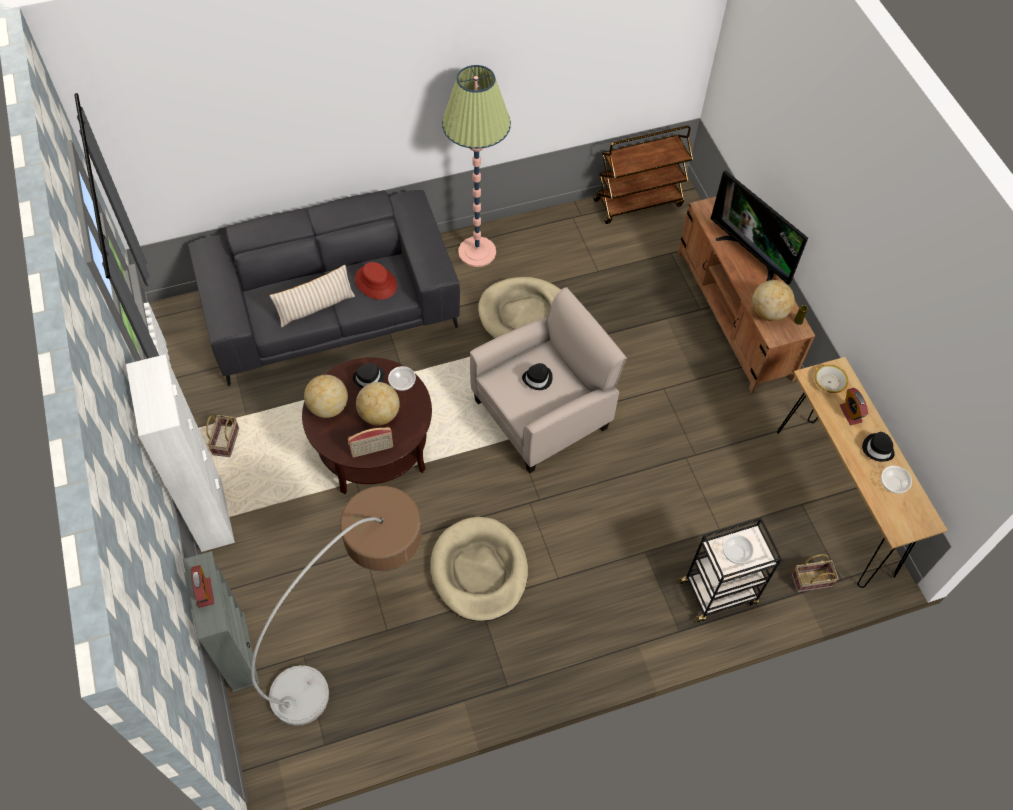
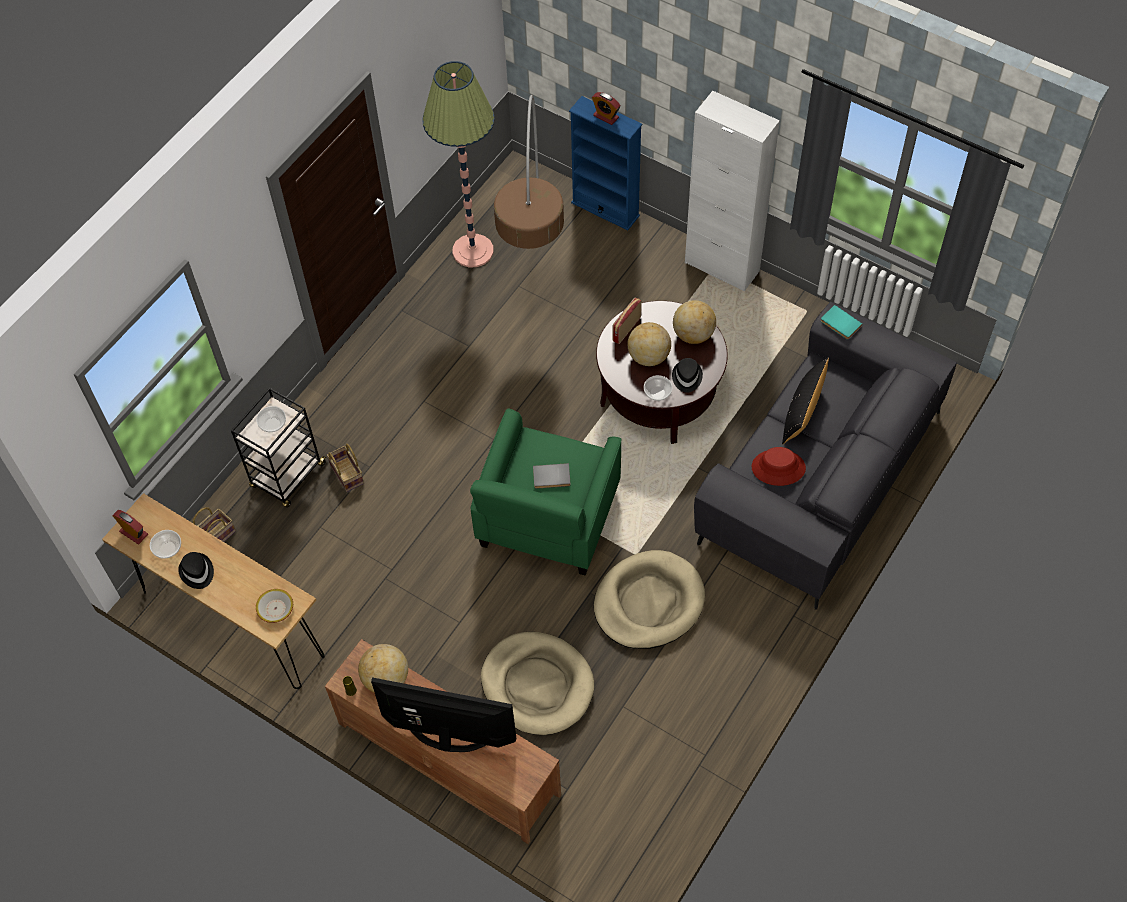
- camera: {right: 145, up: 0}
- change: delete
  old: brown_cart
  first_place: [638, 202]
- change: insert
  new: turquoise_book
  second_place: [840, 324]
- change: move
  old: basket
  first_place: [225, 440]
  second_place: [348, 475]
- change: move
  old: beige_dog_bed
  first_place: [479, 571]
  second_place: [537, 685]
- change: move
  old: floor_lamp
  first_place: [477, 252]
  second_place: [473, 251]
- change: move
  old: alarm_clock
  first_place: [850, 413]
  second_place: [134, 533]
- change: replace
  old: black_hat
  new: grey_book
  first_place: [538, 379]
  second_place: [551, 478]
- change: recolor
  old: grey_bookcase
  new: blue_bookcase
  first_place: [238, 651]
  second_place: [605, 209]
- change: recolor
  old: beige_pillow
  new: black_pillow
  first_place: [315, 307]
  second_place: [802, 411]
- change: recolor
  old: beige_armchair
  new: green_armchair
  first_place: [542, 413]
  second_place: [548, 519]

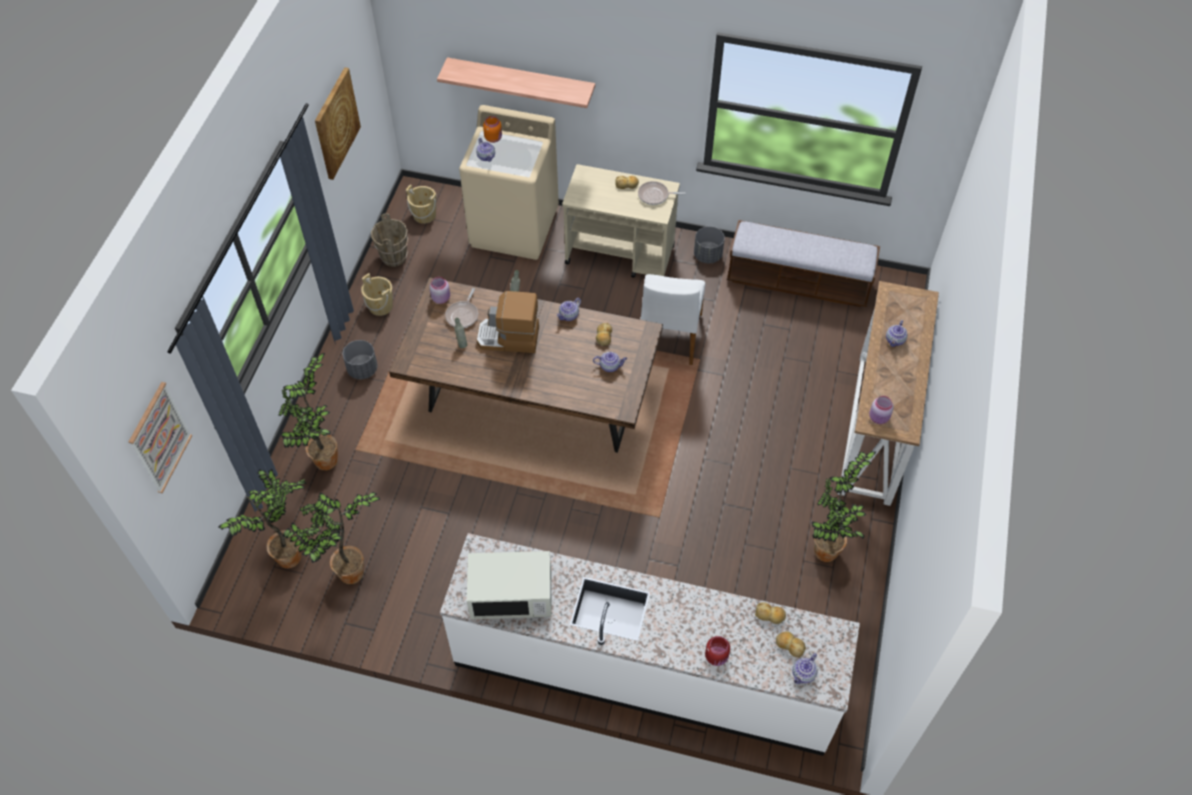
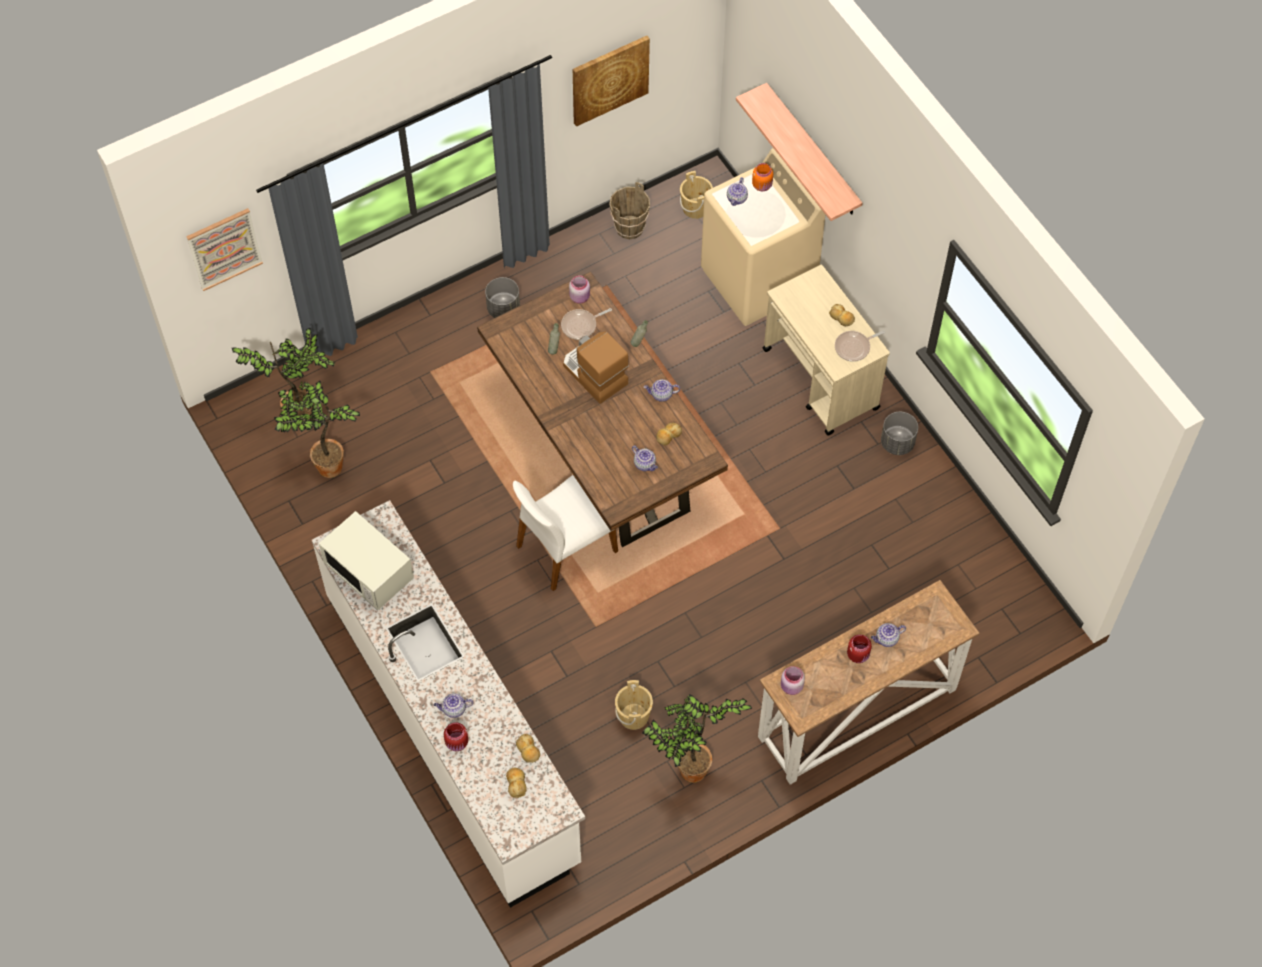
- camera: {right: 45, up: 5}
- change: delete
  old: potted_plant
  first_place: [326, 464]
- change: delete
  old: bench
  first_place: [798, 281]
- change: insert
  new: red_jar
  second_place: [858, 655]
- change: move
  old: beige_bucket
  first_place: [380, 306]
  second_place: [633, 716]
- change: move
  old: white_chair
  first_place: [669, 336]
  second_place: [565, 548]
- change: move
  old: teapot
  first_place: [803, 674]
  second_place: [454, 709]
- change: rotate
  old: frying_pan
  first_place: [655, 195]
  second_place: [854, 347]
  degrees: -75

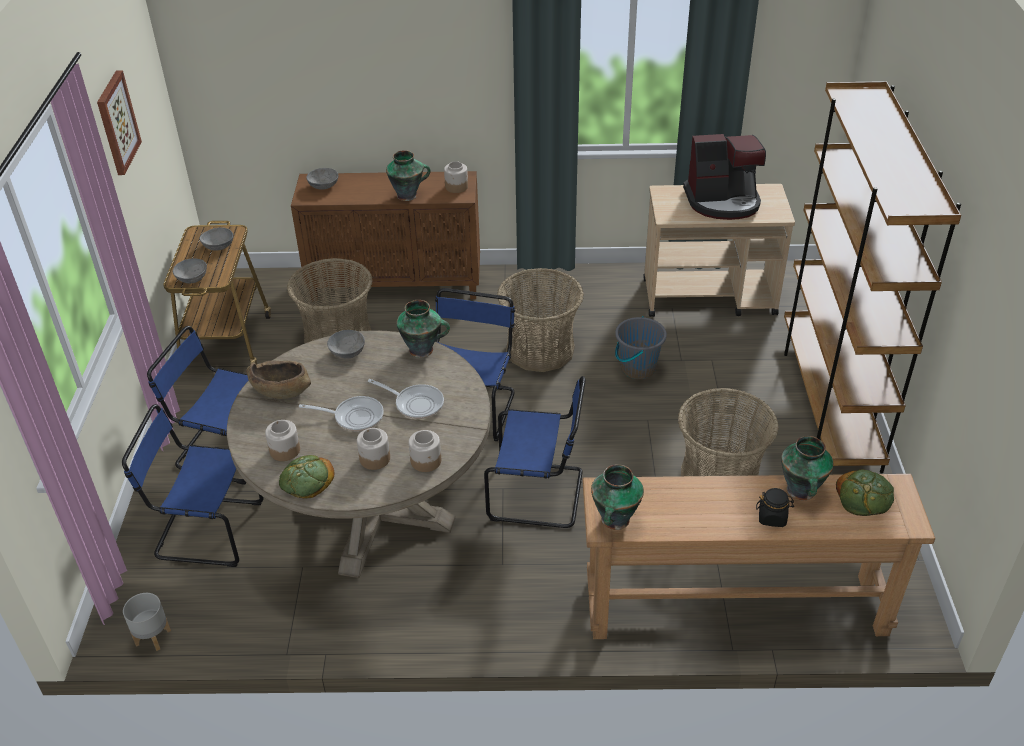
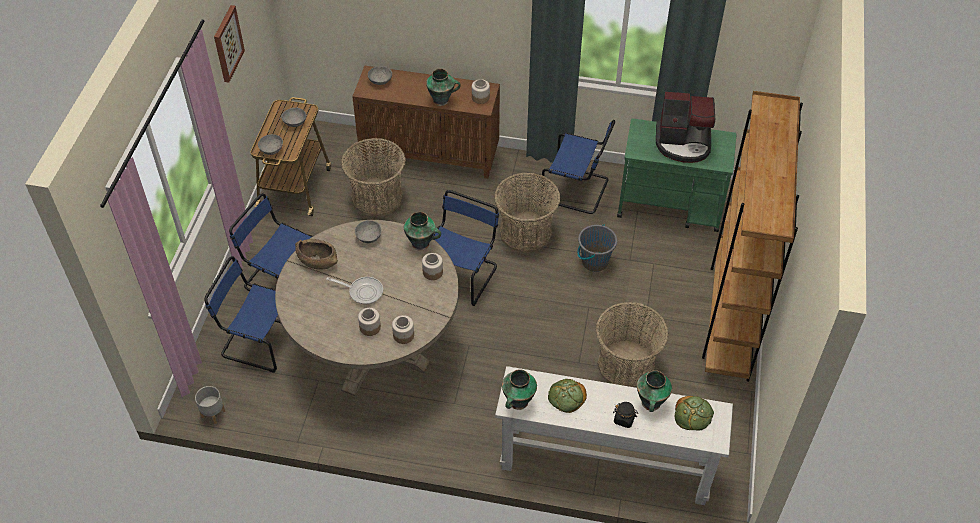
- camera: {right: 10, up: 10}
- change: delete
  old: frying_pan
  first_place: [416, 403]
- change: move
  old: jar
  first_place: [284, 450]
  second_place: [432, 272]
- change: move
  old: bread
  first_place: [306, 480]
  second_place: [566, 397]
- change: move
  old: blue_chair
  first_place: [540, 494]
  second_place: [577, 190]
- change: recolor
  old: brown_console_table
  new: white_console_table
  first_place: [735, 606]
  second_place: [605, 463]
- change: recolor
  old: beige_cart
  new: green_cart
  first_place: [710, 297]
  second_place: [670, 206]

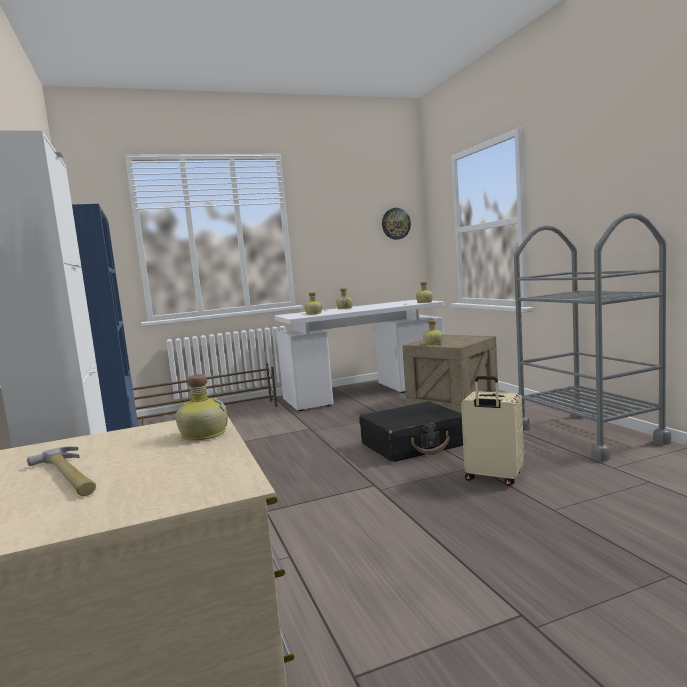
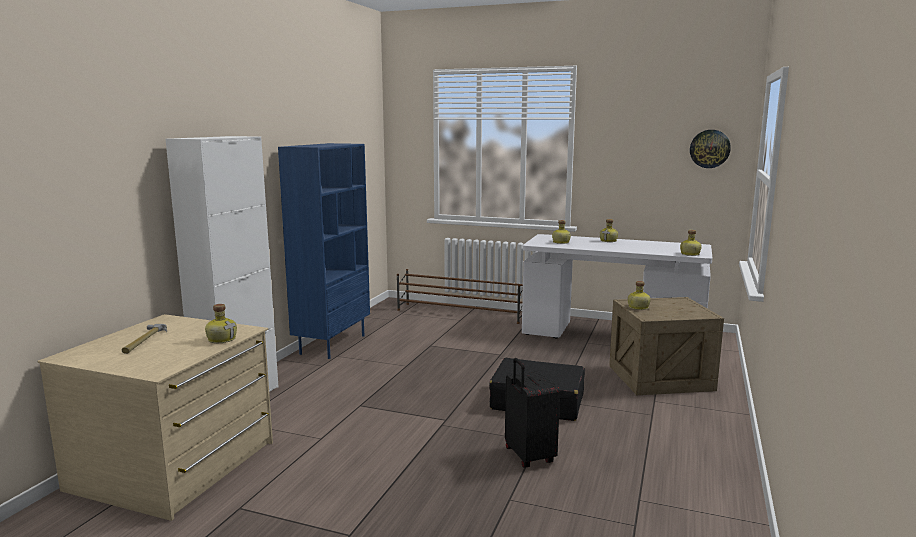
- camera: {right: 40, up: 5}
- change: delete
  old: grey_cart
  first_place: [588, 435]
- change: recolor
  old: beige_suitcase
  new: black_suitcase
  first_place: [493, 478]
  second_place: [528, 456]

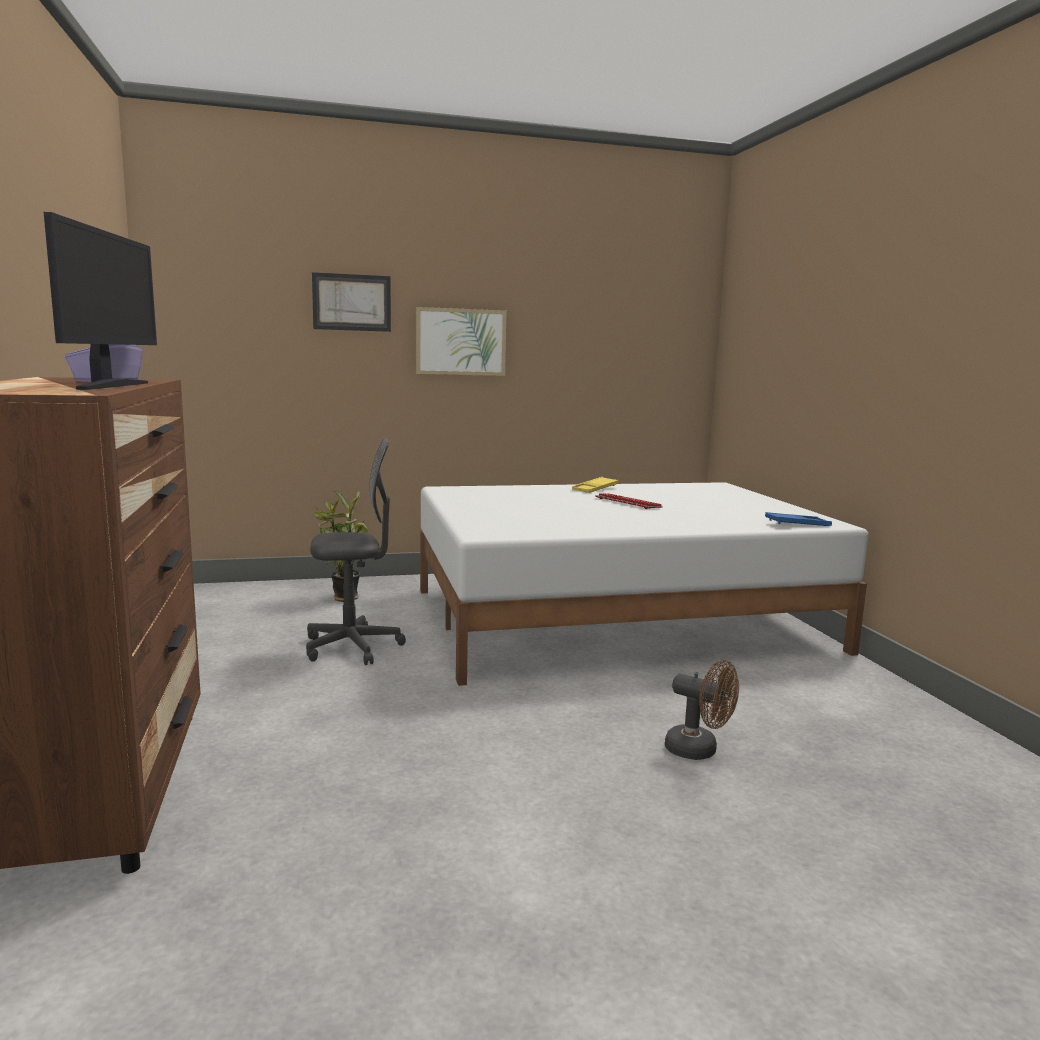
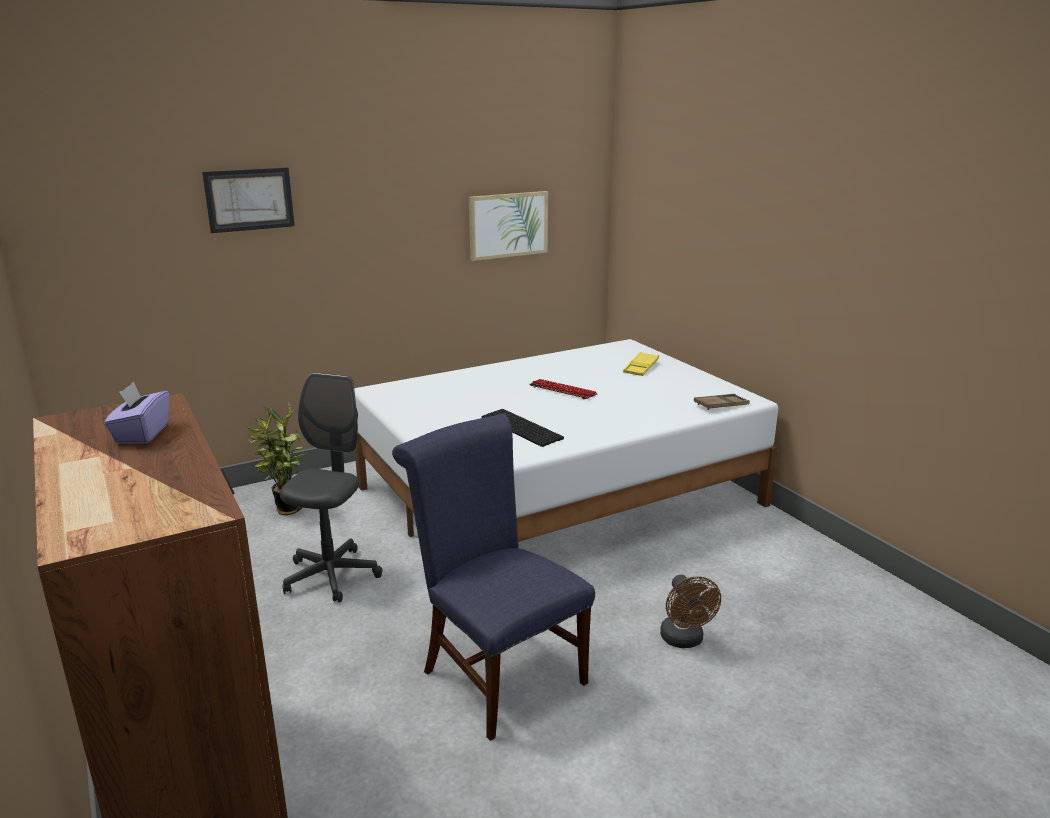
- camera: {right: -15, up: 10}
- change: delete
  old: monitor
  first_place: [110, 386]
- change: insert
  new: blue_chair
  second_place: [497, 672]
- change: insert
  new: keyboard
  second_place: [523, 427]
- change: move
  old: picture
  first_place: [460, 342]
  second_place: [508, 225]
- change: move
  old: yellow_tray
  first_place: [595, 489]
  second_place: [641, 368]
- change: recolor
  old: blue_tray
  new: brown_tray
  first_place: [797, 524]
  second_place: [721, 405]
- change: rotate
  old: grey_office_chair
  first_place: [352, 647]
  second_place: [331, 576]
  degrees: -45
- change: rotate
  old: brown_fan
  first_place: [699, 751]
  second_place: [684, 641]
  degrees: 60

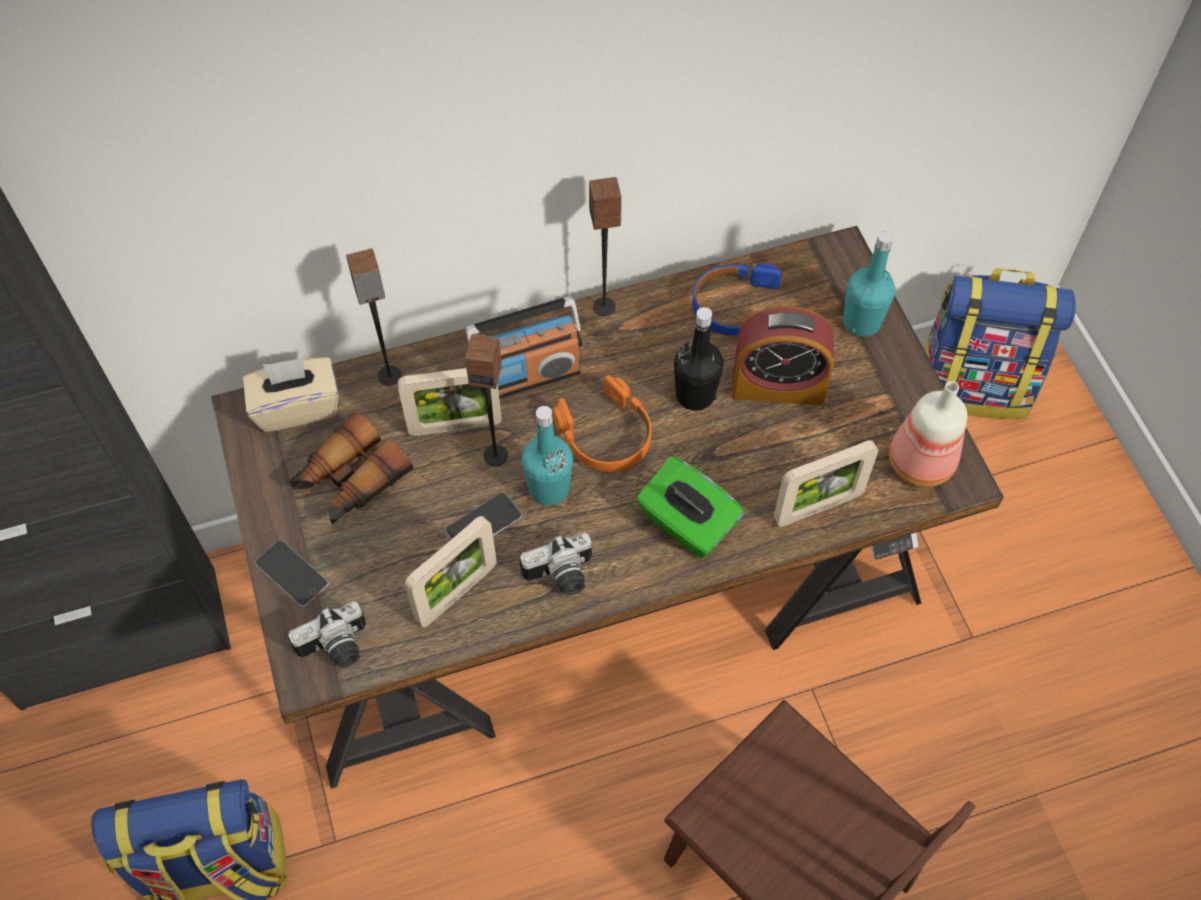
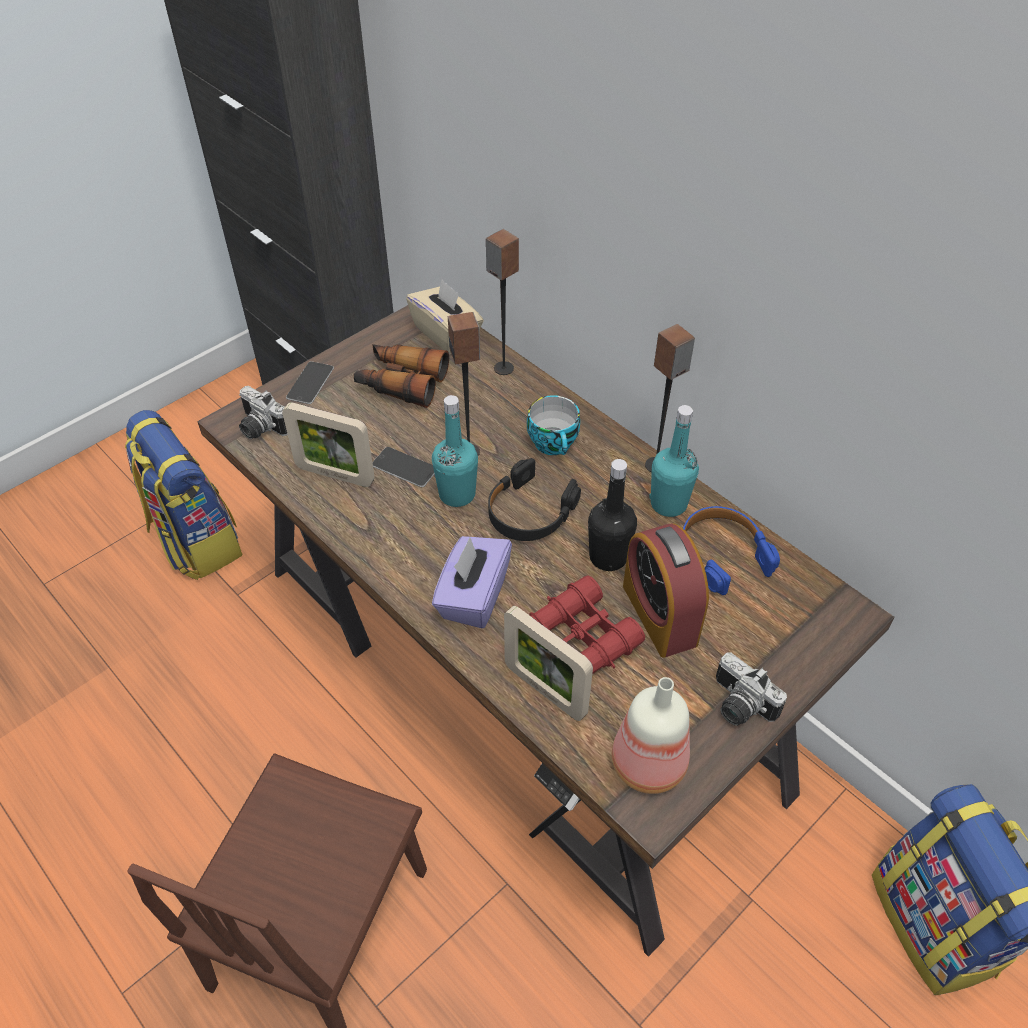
- camera: {right: 65, up: -10}
- change: delete
  old: picture_frame
  first_place: [455, 426]
- change: insert
  new: red_binoculars
  second_place: [581, 639]
- change: move
  old: photo_camera
  first_place: [561, 577]
  second_place: [738, 706]
- change: move
  old: turquoise_bottle
  first_place: [861, 322]
  second_place: [668, 504]
- change: replace
  old: radio
  new: cup
  first_place: [528, 376]
  second_place: [555, 444]
- change: recolor
  old: orange_headphones
  new: black_headphones
  first_place: [606, 435]
  second_place: [529, 512]
- change: recolor
  old: green_tissue_box
  new: purple_tissue_box
  first_place: [687, 524]
  second_place: [473, 596]

